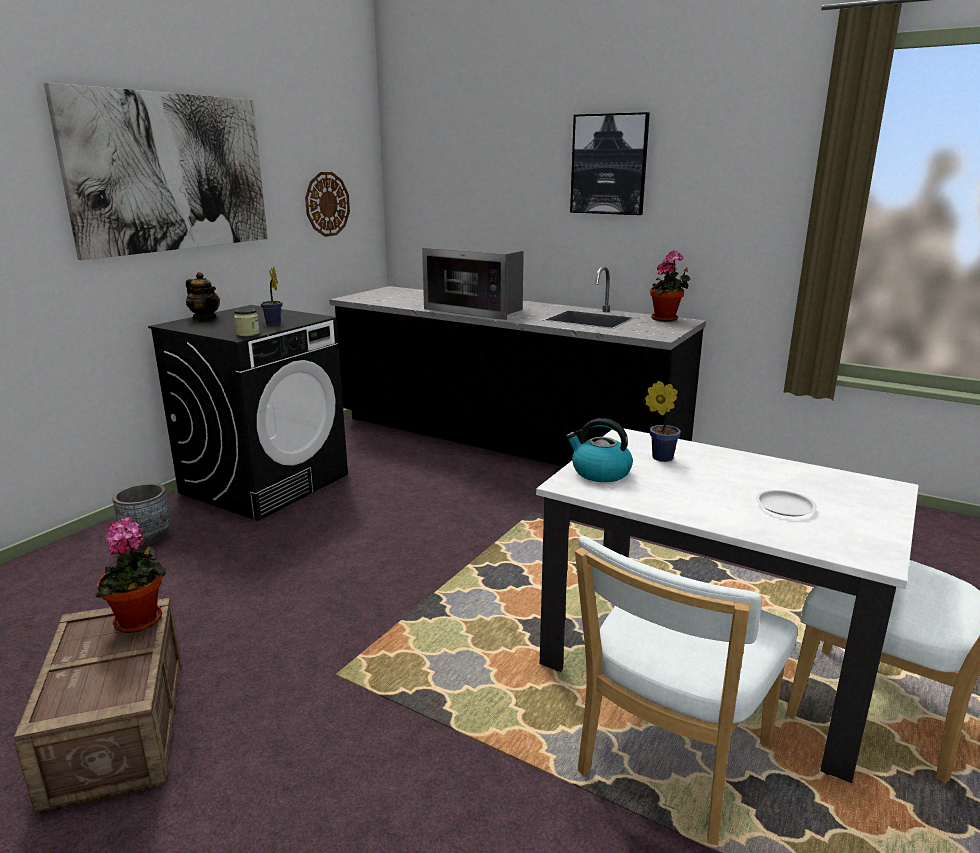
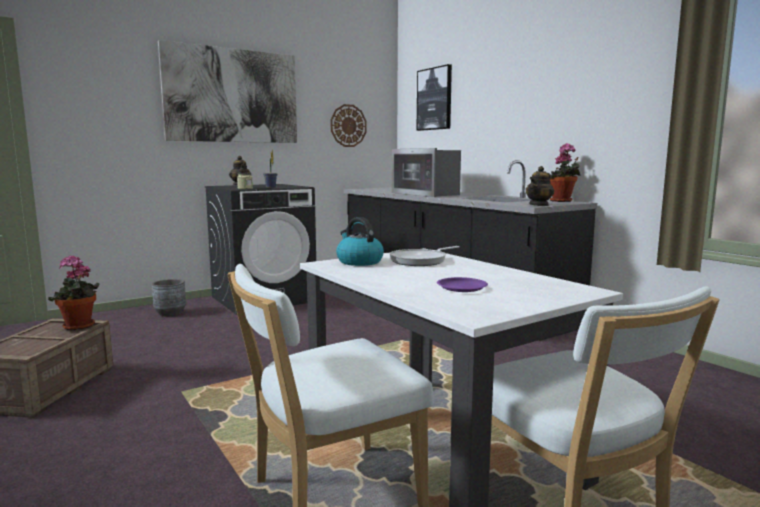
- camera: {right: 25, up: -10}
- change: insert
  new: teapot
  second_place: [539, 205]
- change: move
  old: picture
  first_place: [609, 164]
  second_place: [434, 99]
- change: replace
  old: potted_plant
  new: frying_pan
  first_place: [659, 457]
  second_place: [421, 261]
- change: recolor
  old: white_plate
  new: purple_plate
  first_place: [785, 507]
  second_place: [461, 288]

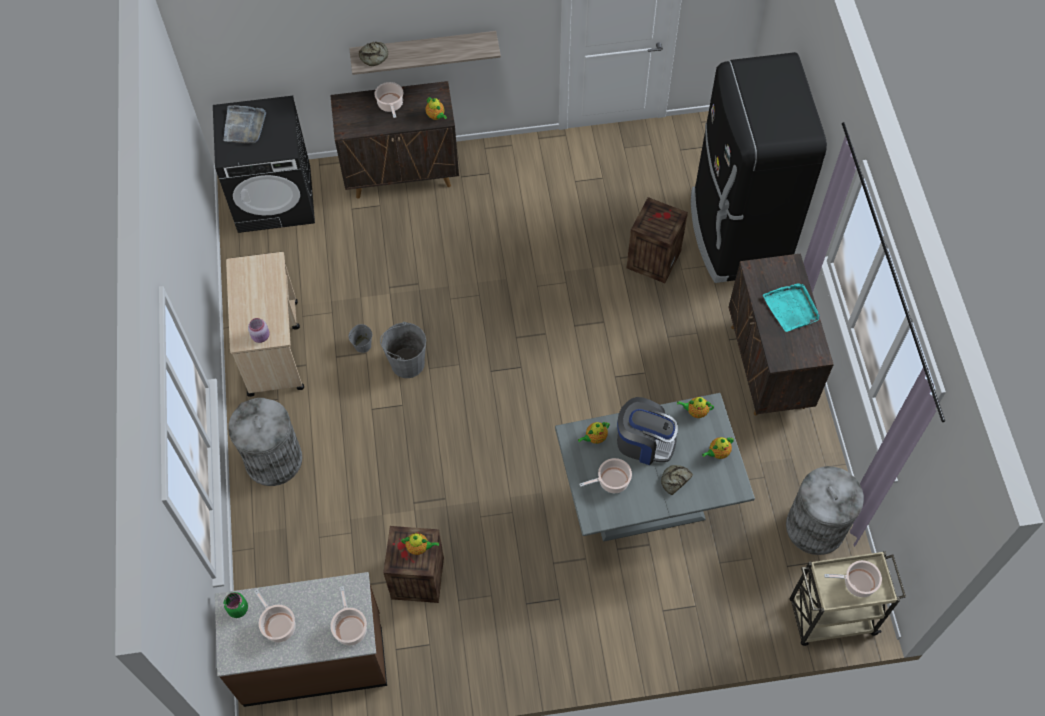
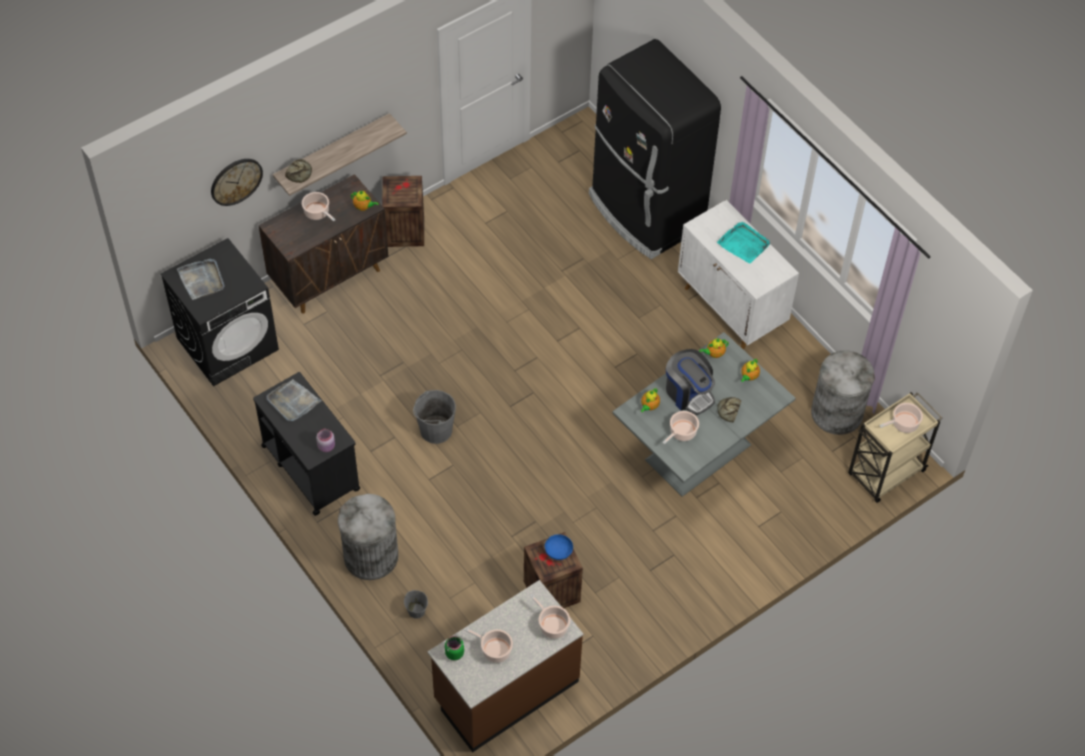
- camera: {right: -30, up: -5}
- change: insert
  new: wall_clock
  second_place: [236, 181]
- change: insert
  new: grey_tray
  second_place: [293, 402]
- change: move
  old: grey_bucket
  first_place: [362, 345]
  second_place: [416, 611]
- change: move
  old: crate
  first_place: [653, 259]
  second_place: [404, 230]
- change: replace
  old: teapot
  new: blue_bowl
  first_place: [419, 547]
  second_place: [558, 552]
- change: recolor
  old: beige_cart
  new: black_cart
  first_place: [273, 347]
  second_place: [310, 467]
- change: recolor
  old: brown_cabinet
  new: white_cabinet
  first_place: [768, 367]
  second_place: [731, 308]
- change: rotate
  old: coffee_machine
  first_place: [644, 442]
  second_place: [688, 393]
  degrees: 60

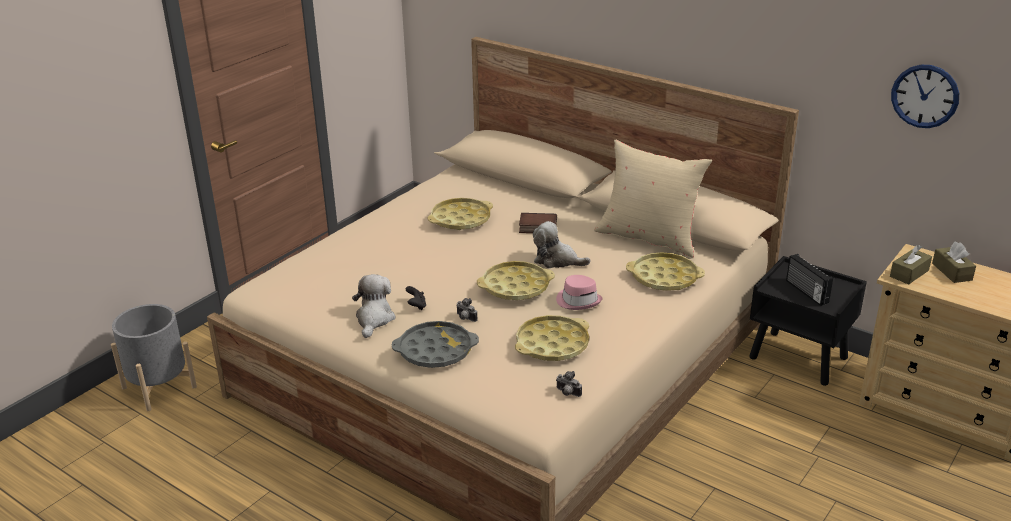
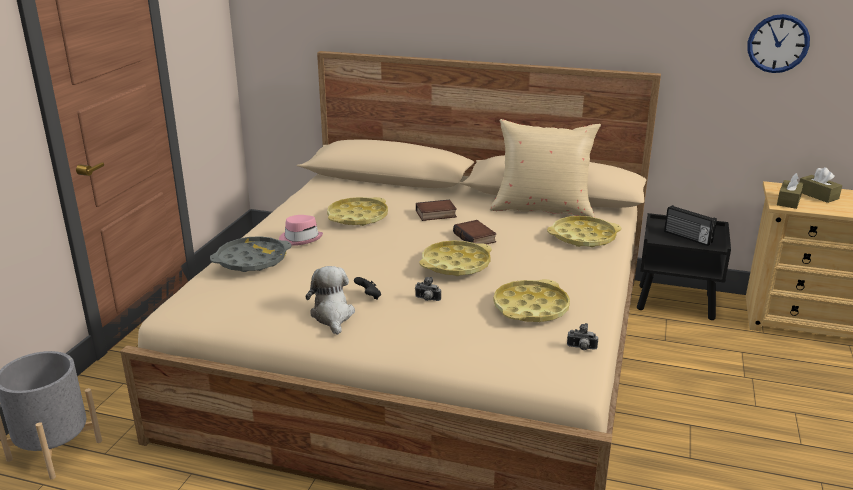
- camera: {right: -20, up: -5}
- change: move
  old: grey_tray
  first_place: [435, 350]
  second_place: [252, 260]
- change: move
  old: pink_hat
  first_place: [578, 300]
  second_place: [300, 238]
- change: replace
  old: plush_toy
  new: book
  first_place: [557, 260]
  second_place: [476, 237]

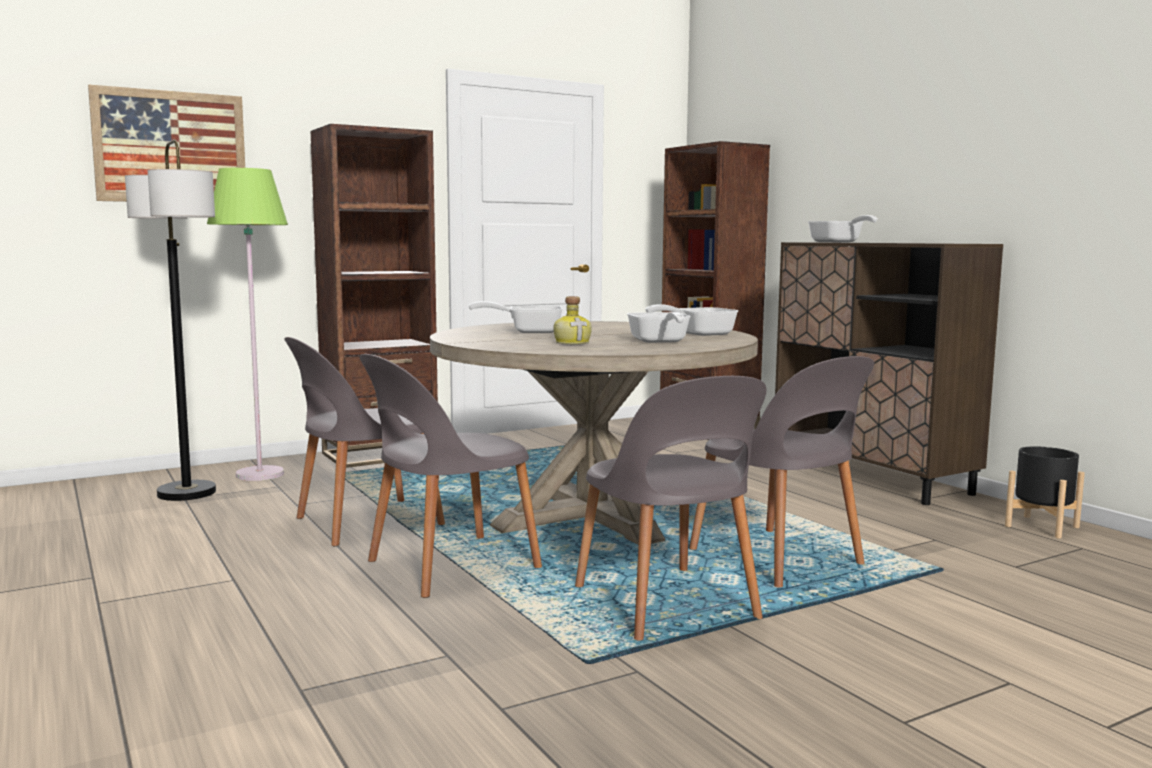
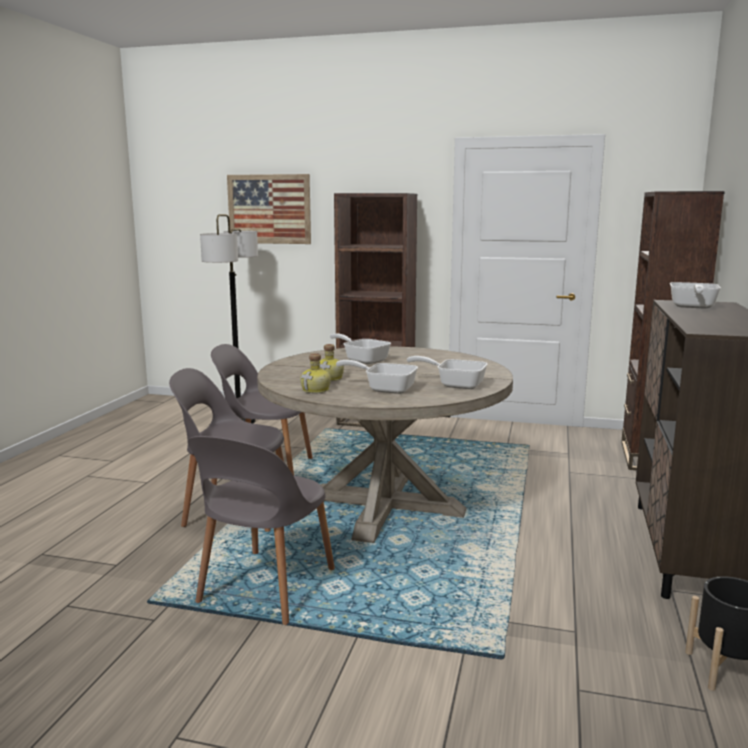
- camera: {right: 45, up: 5}
- change: delete
  old: green_floor_lamp
  first_place: [260, 474]
- change: delete
  old: grey_chair
  first_place: [778, 559]
- change: insert
  new: bottle
  second_place: [316, 390]
- change: rotate
  old: frying_pan
  first_place: [659, 342]
  second_place: [385, 389]
  degrees: 75

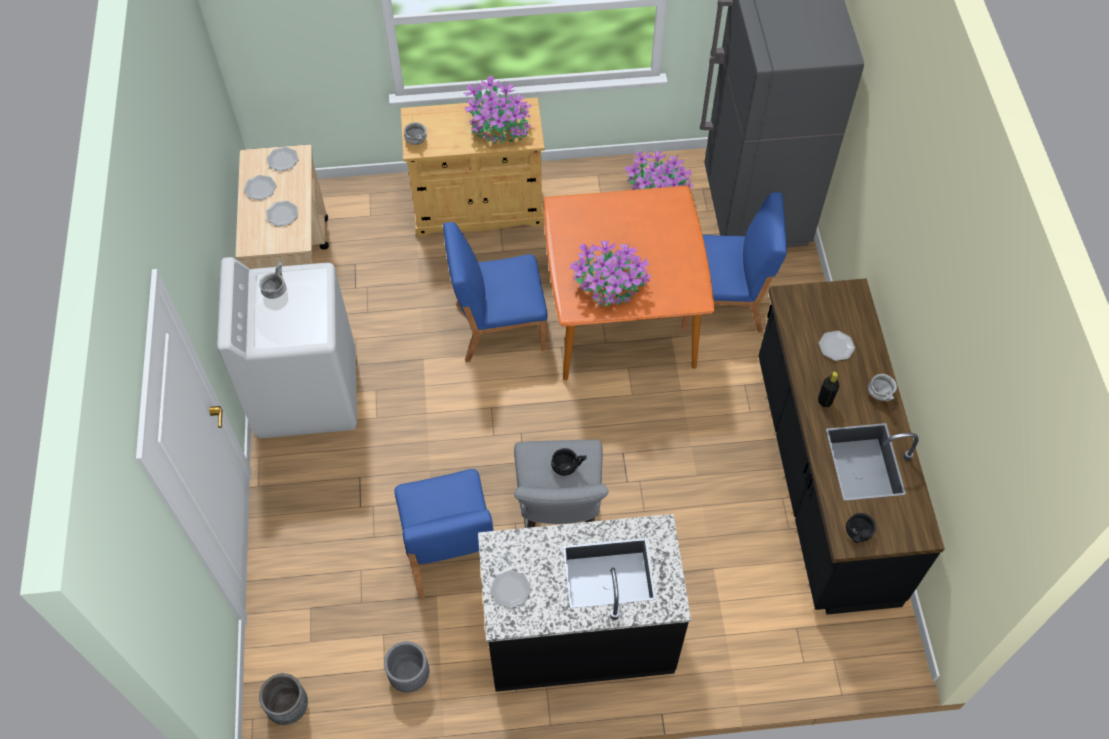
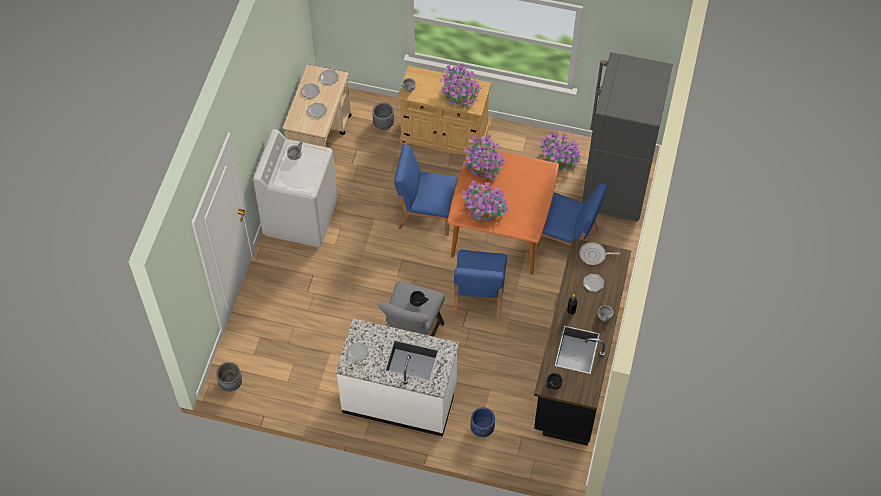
- camera: {right: 20, up: 0}
- change: insert
  new: potted_plant
  second_place: [483, 166]
- change: insert
  new: blue_planter
  second_place: [482, 429]
- change: insert
  new: frying_pan
  second_place: [594, 255]
- change: move
  old: grey_planter
  first_place: [409, 675]
  second_place: [383, 124]
- change: move
  old: blue_chair
  first_place: [449, 550]
  second_place: [478, 296]
- change: recolor
  old: black_counter
  new: white_counter
  first_place: [579, 634]
  second_place: [399, 399]

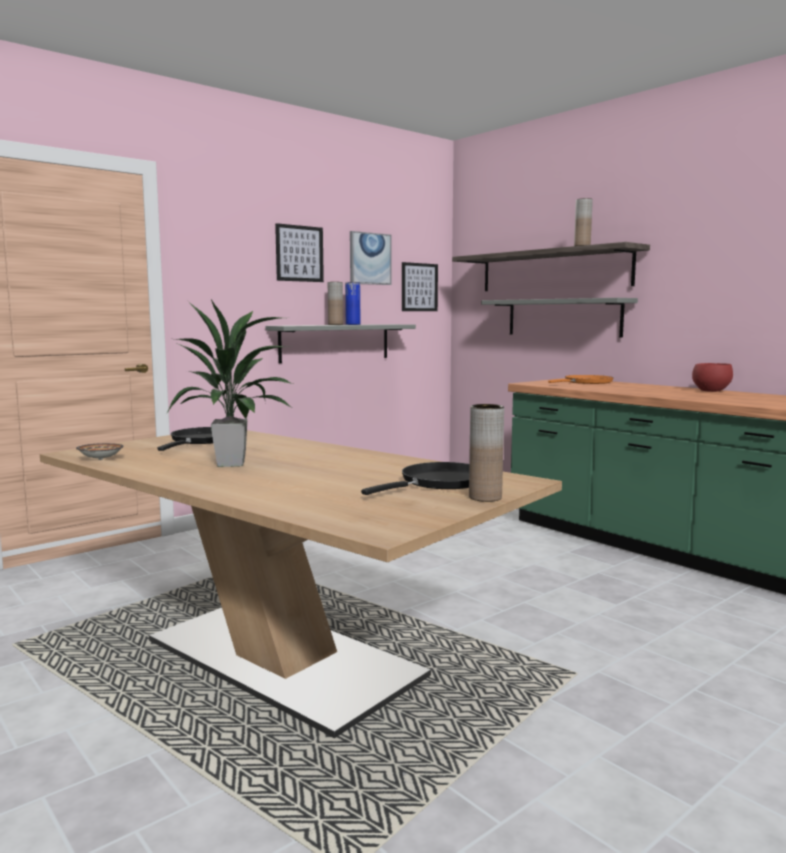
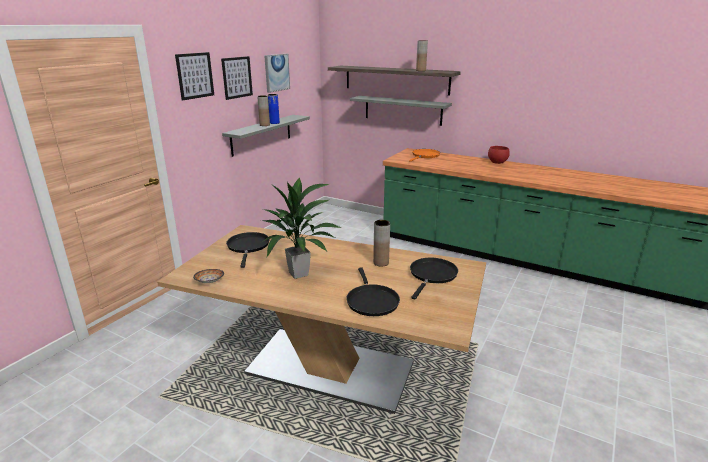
- camera: {right: -20, up: 15}
- change: insert
  new: black_frying_pan
  second_place: [371, 301]
- change: move
  old: picture
  first_place: [419, 287]
  second_place: [195, 75]
- change: move
  old: brown_vase
  first_place: [485, 497]
  second_place: [381, 263]

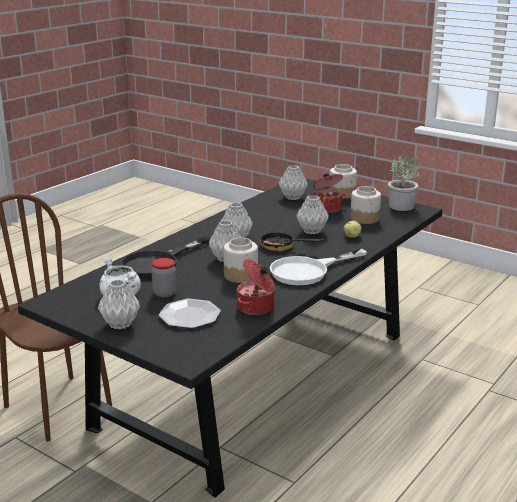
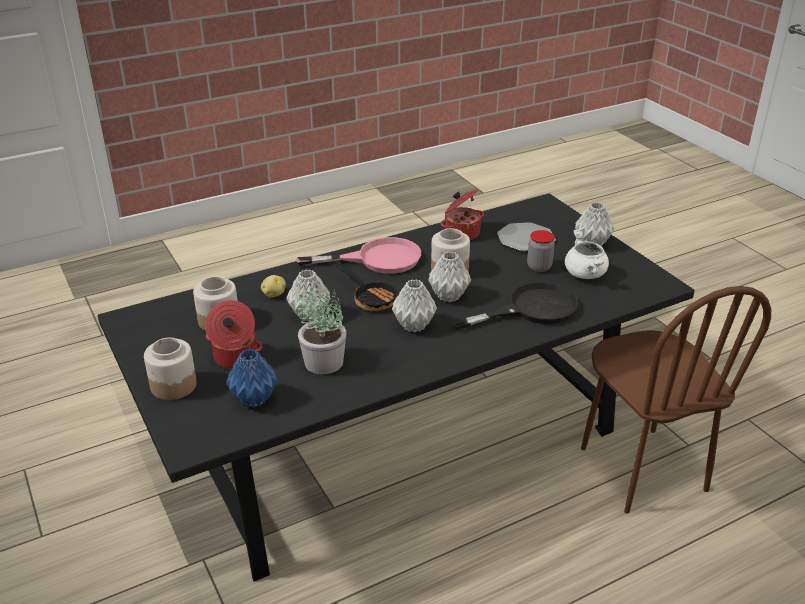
- camera: {right: -155, up: 10}
- change: move
  old: potted_plant
  first_place: [402, 206]
  second_place: [323, 362]
- change: recolor
  old: white_frying_pan
  new: pink_frying_pan
  first_place: [308, 271]
  second_place: [377, 259]
- change: recolor
  old: grey_vase
  new: blue_vase
  first_place: [293, 197]
  second_place: [254, 399]

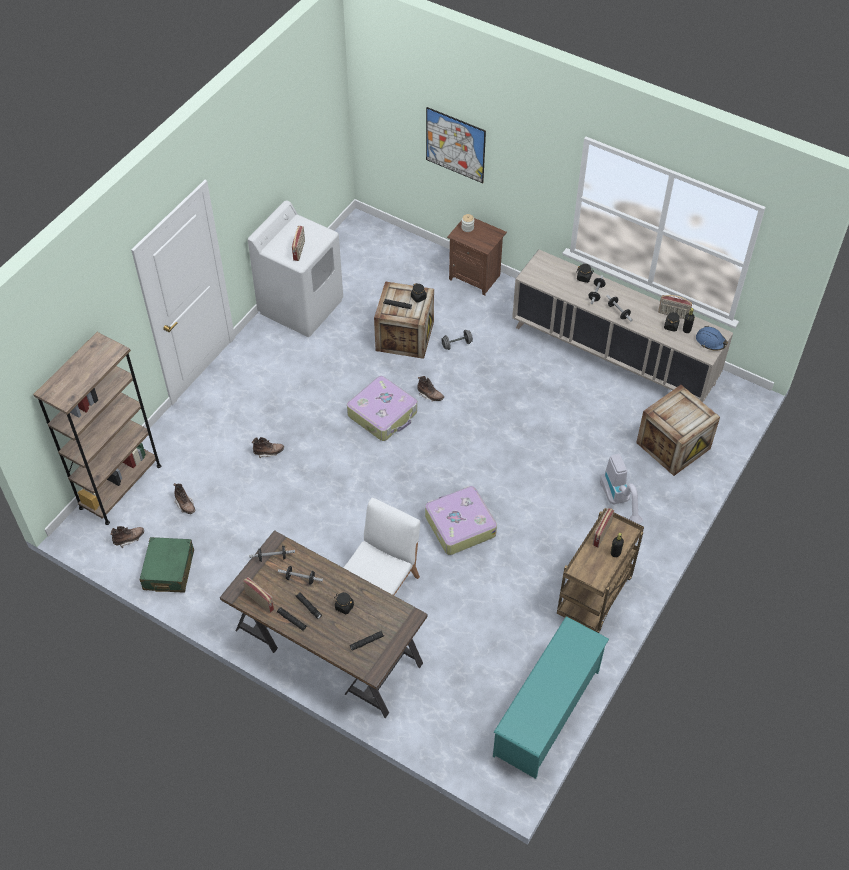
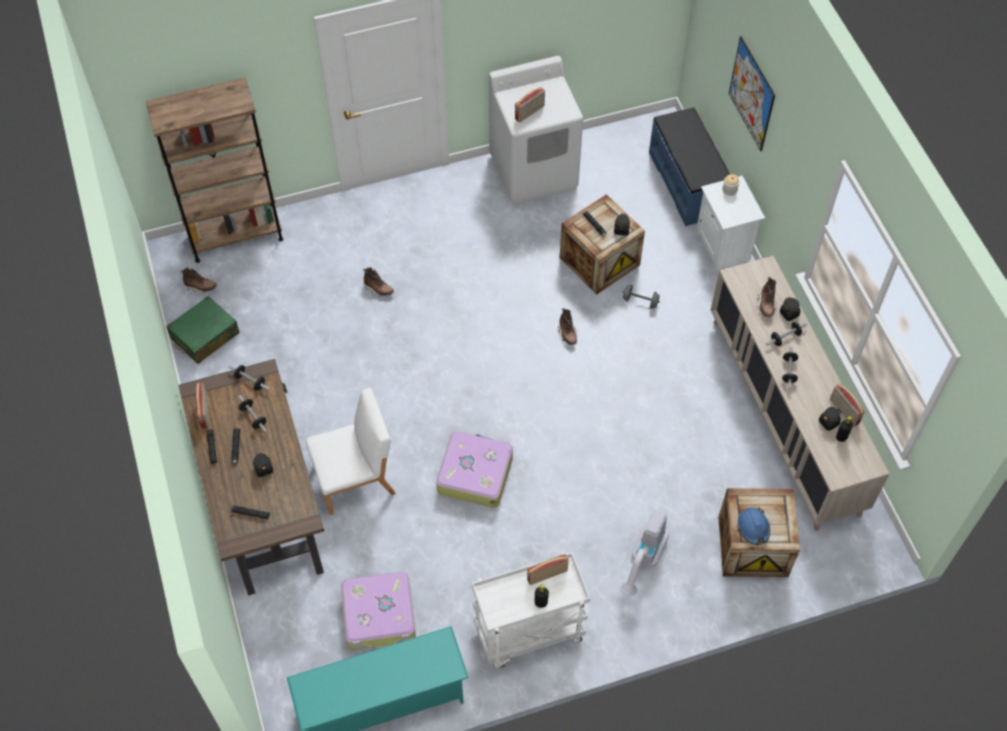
- camera: {right: 40, up: 5}
- change: insert
  new: blue_bench
  second_place: [687, 183]
- change: move
  old: brown_boot
  first_place: [185, 505]
  second_place: [766, 305]
- change: move
  old: suitcase
  first_place: [383, 414]
  second_place: [380, 616]
- change: move
  old: blue_hard_hat
  first_place: [710, 341]
  second_place: [753, 528]
- change: recolor
  old: brown_nightstand
  new: white_nightstand
  first_place: [475, 277]
  second_place: [723, 246]
- change: recolor
  old: brown_cart
  new: white_cart
  first_place: [594, 598]
  second_place: [528, 633]

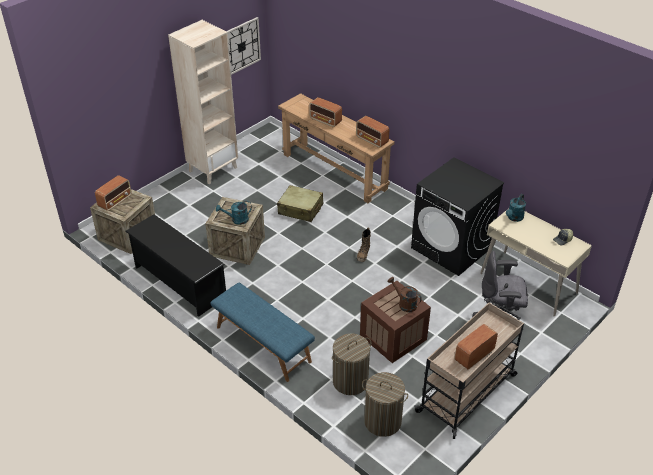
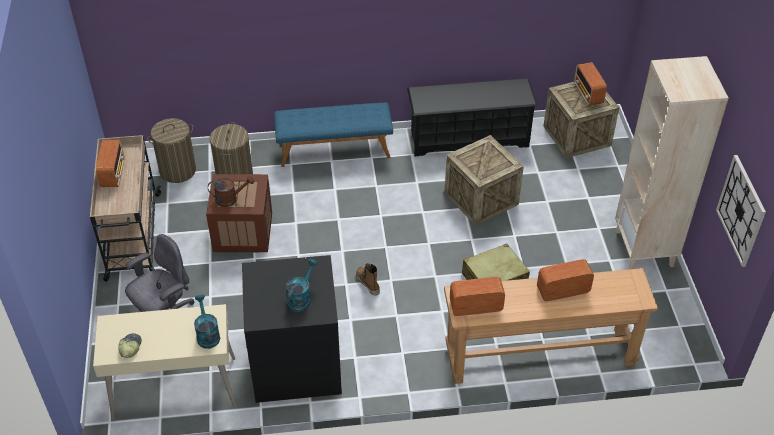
- camera: {right: 130, up: 5}
- change: move
  old: turquoise_watering_can
  first_place: [236, 220]
  second_place: [301, 298]

